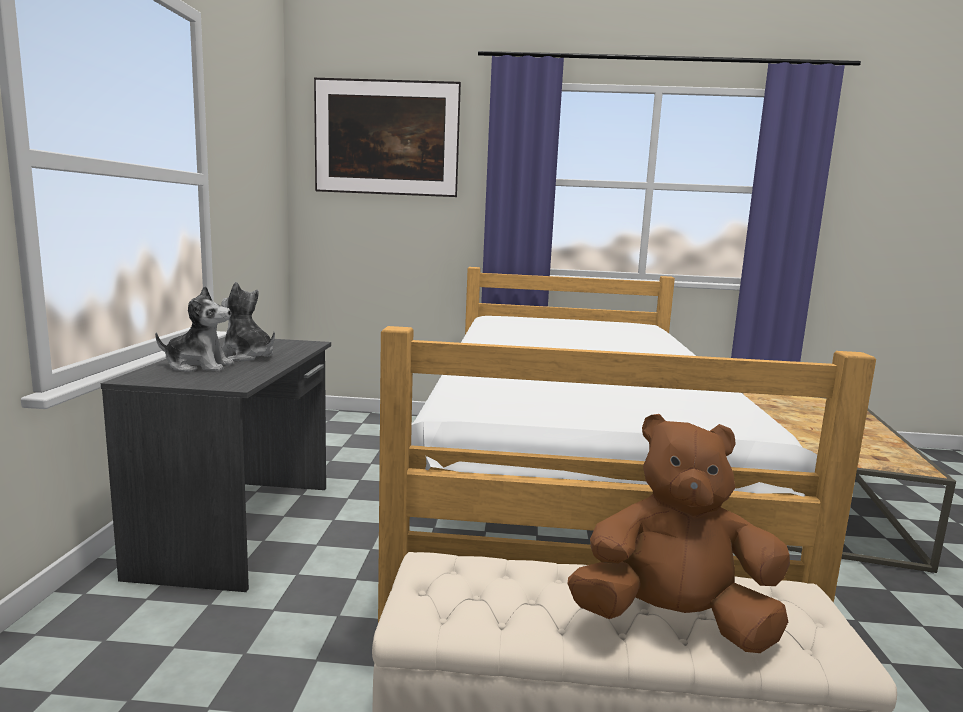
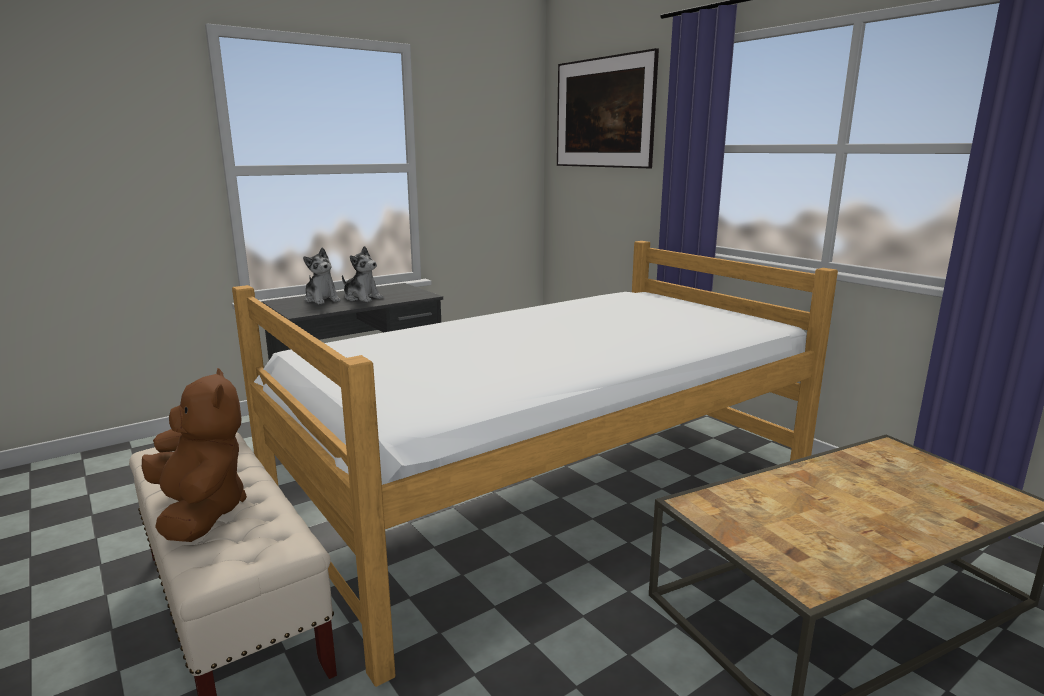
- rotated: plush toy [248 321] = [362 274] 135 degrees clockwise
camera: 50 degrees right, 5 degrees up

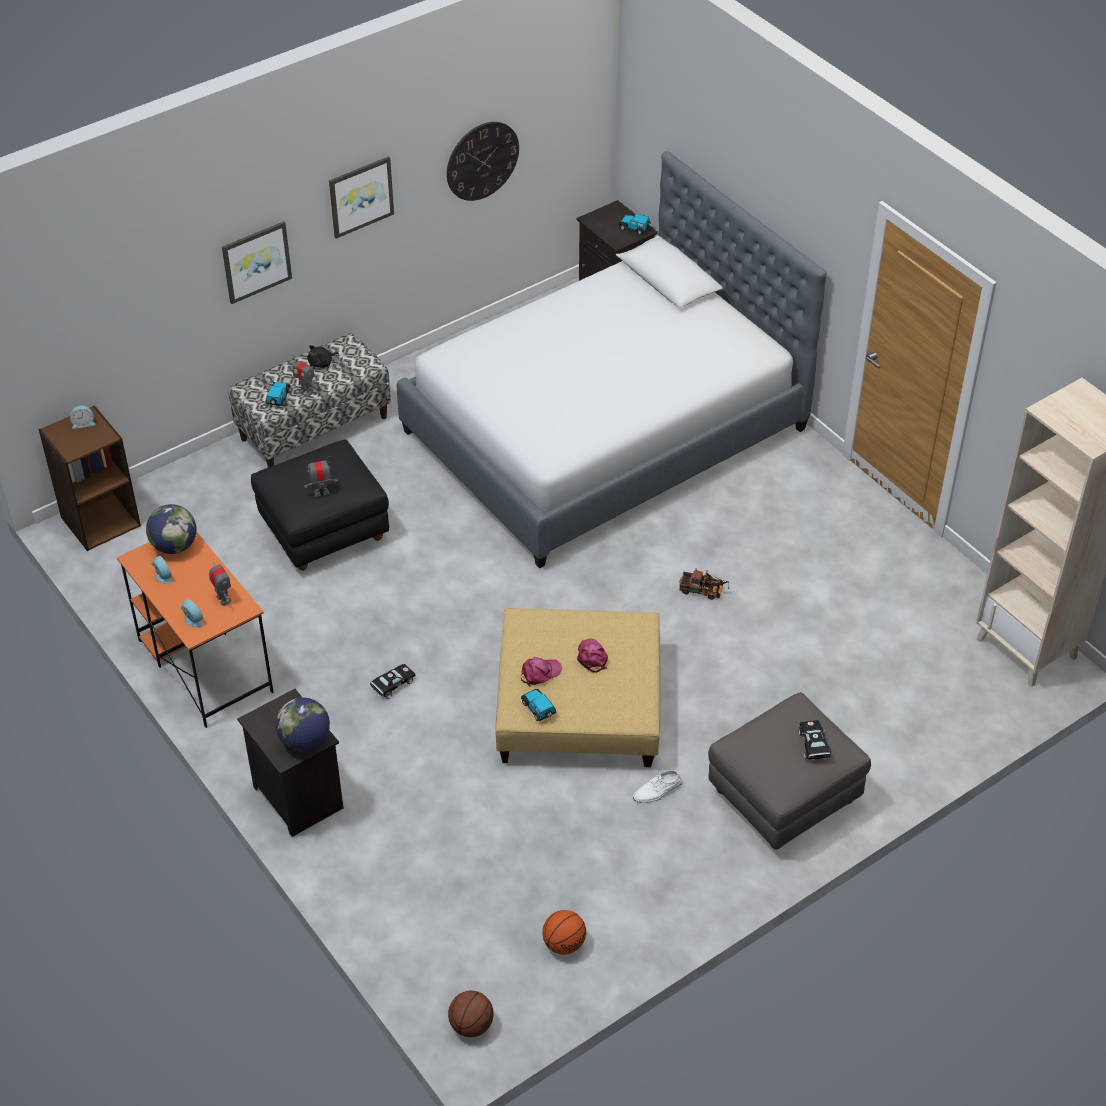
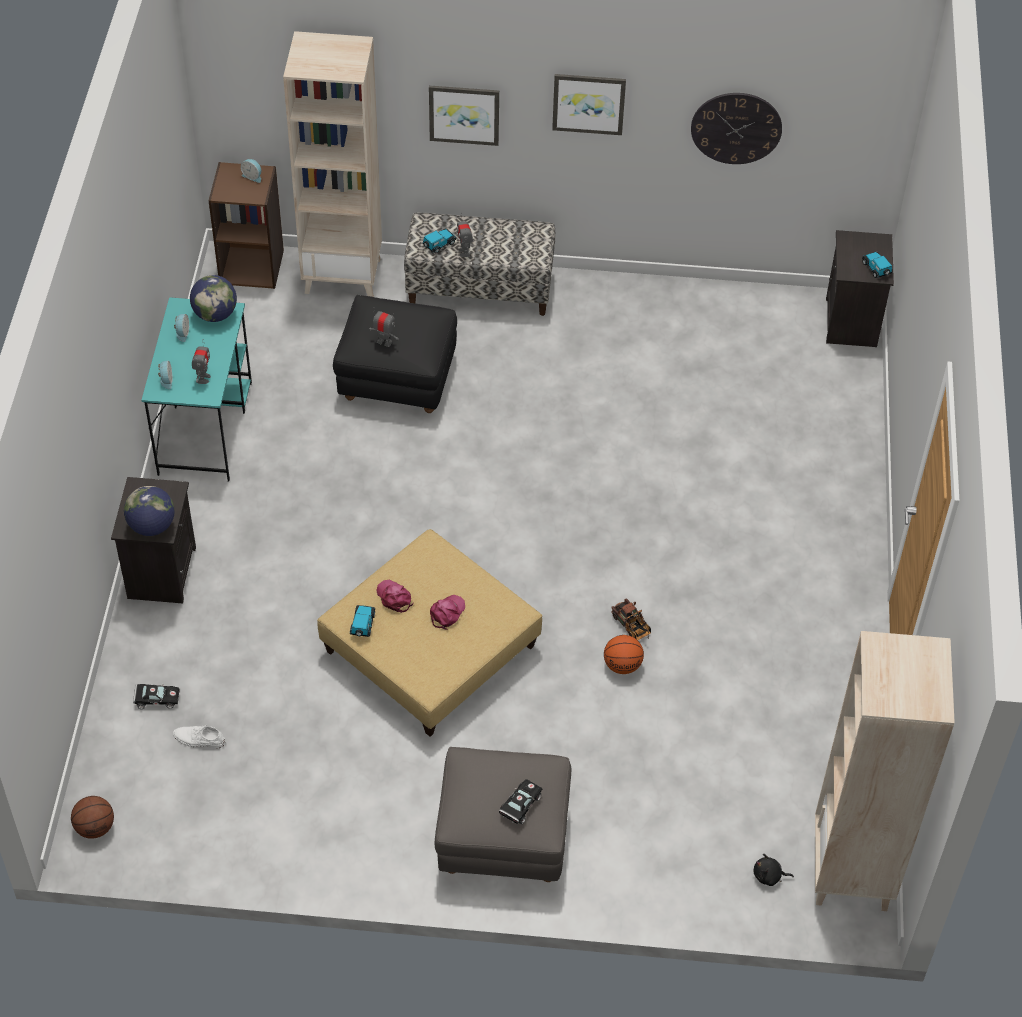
- gone: bed [612 359]
- new: beige bookcase [332 164]
- shifted: black plush toy [323 356] to [774 870]
- shifted: black toy car [392 681] to [156 696]
- shifted: basketball [564 932] to [624 654]
- shifted: white shoe [657 786] to [199 736]
- repainted: orange desk [195 629] to turquoise desk [196 389]
- rotated: pink cap [541 672] = [394 596] 135 degrees counterclockwise
camera: 40 degrees right, 5 degrees up

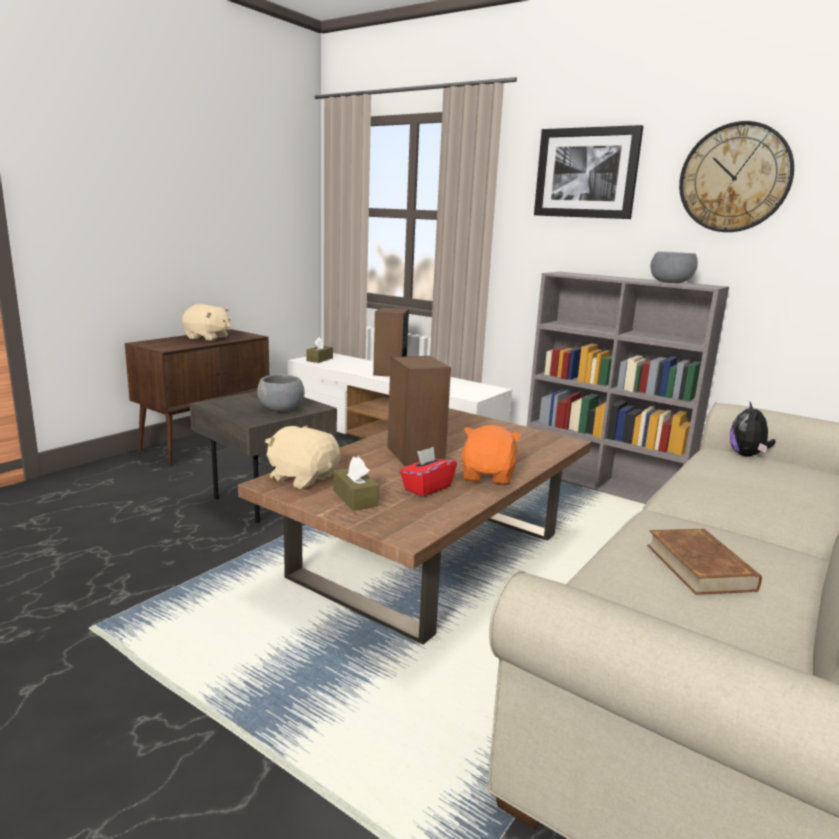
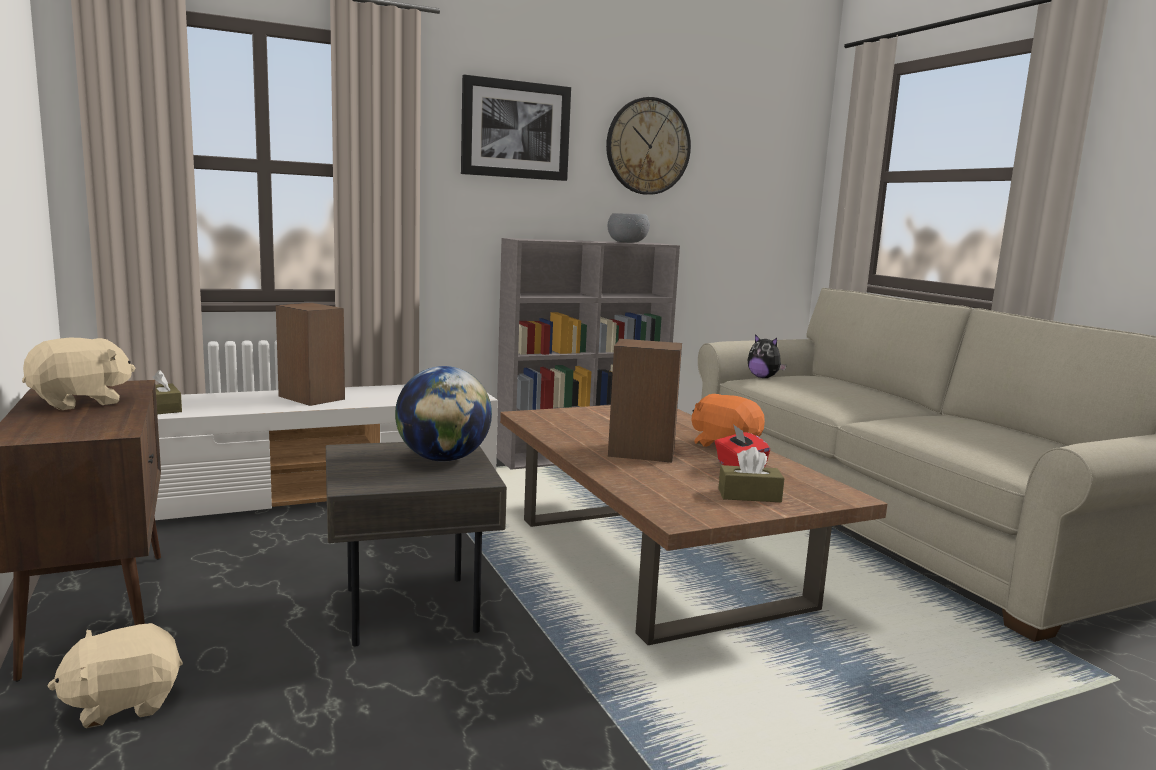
- gone: brown book [704 561]
- shifted: beige plush toy [302 457] to [115 675]
- swapped: grey bowl [281 392] to globe [443 414]
camera: 60 degrees left, 5 degrees down

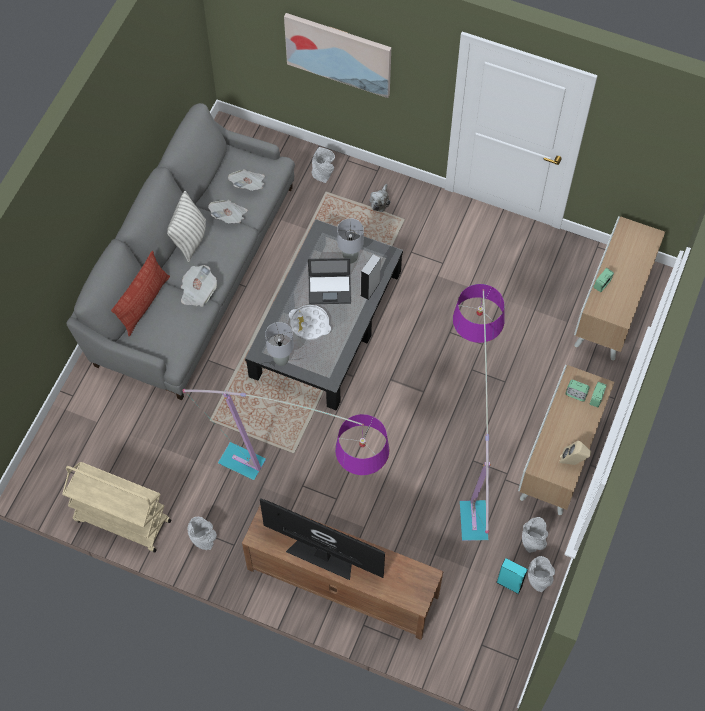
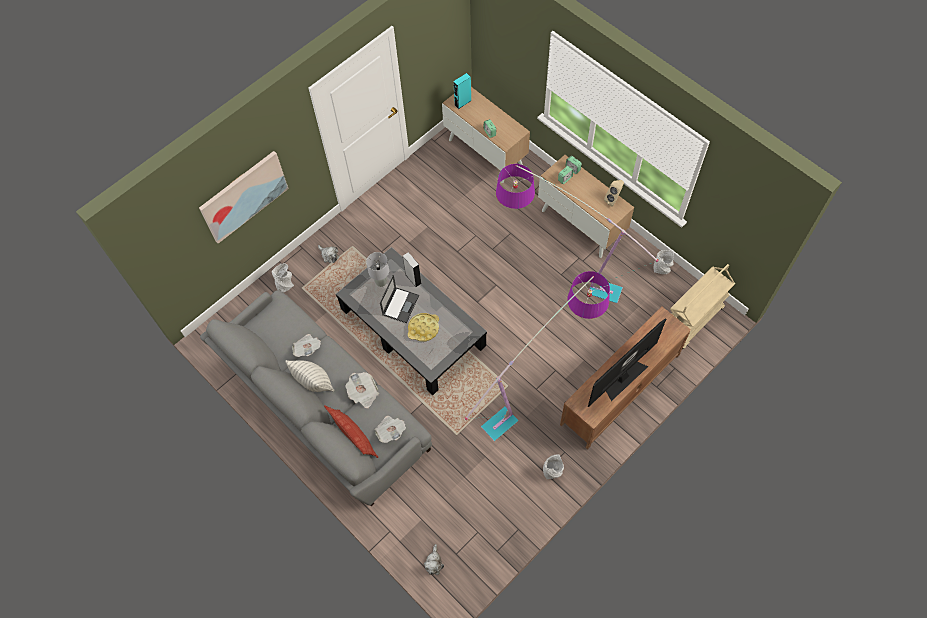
- gone: grey table lamp [279 344]
- gone: grey vase [535 535]
- new: plush toy [434 559]
- shifted: beige cart [116 507] to [702 306]
- shifted: newspaper [246 180] to [390 429]
- shifted: turquoise speaker [512 576] to [462 91]
- repainted: white tray [310 322] to yellow tray [423 327]
camera: 65 degrees left, 0 degrees up

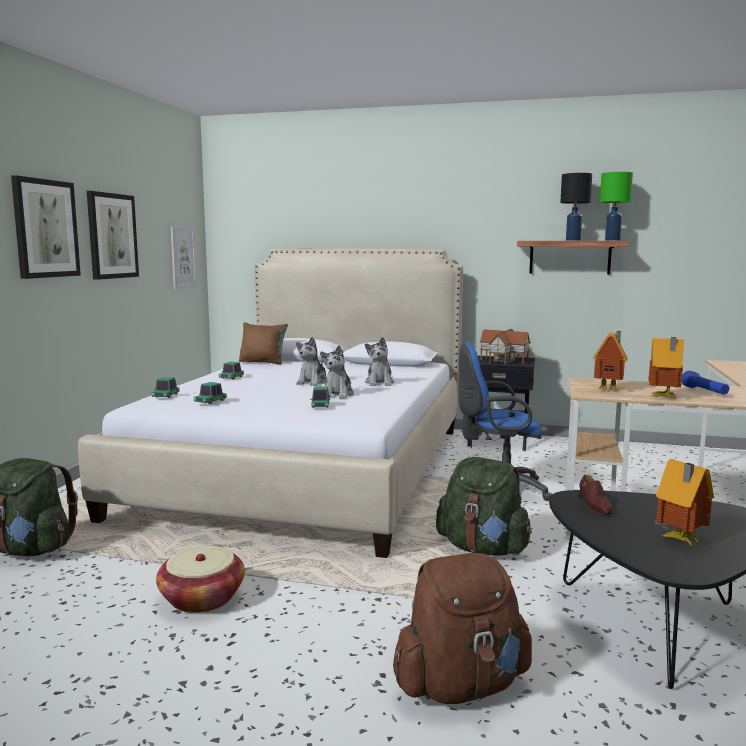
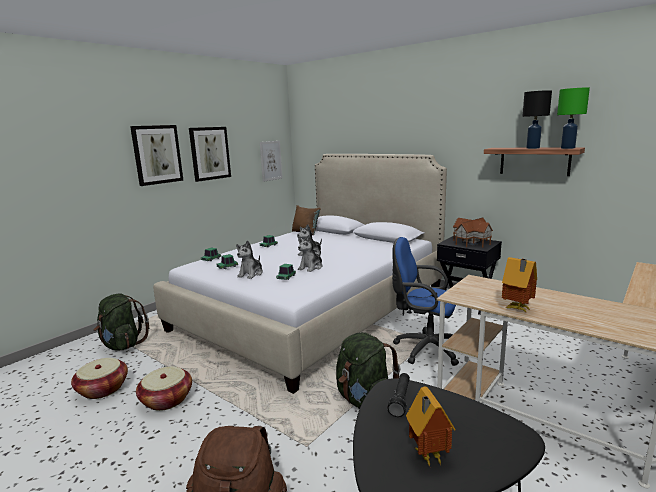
- gone: toy house [610 360]
- gone: blue flashlight [705 383]
- new: basket [99 378]
- shifted: plush toy [379 361] to [249 259]
- swapped: brown shoe [595 495] to black flashlight [398 395]
camera: 25 degrees right, 5 degrees up

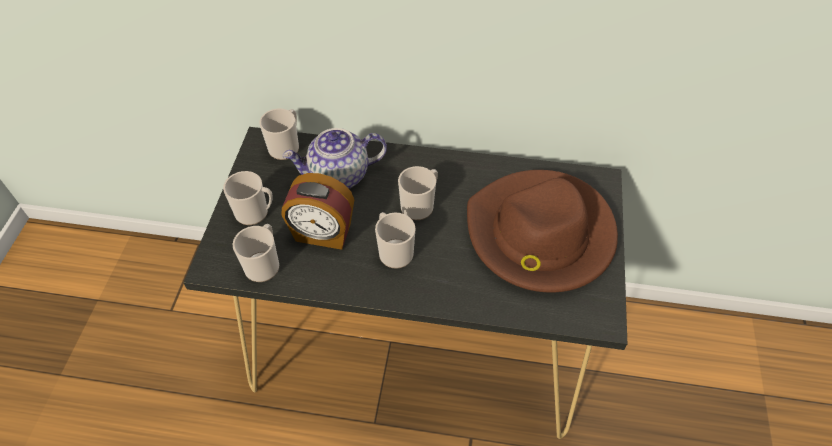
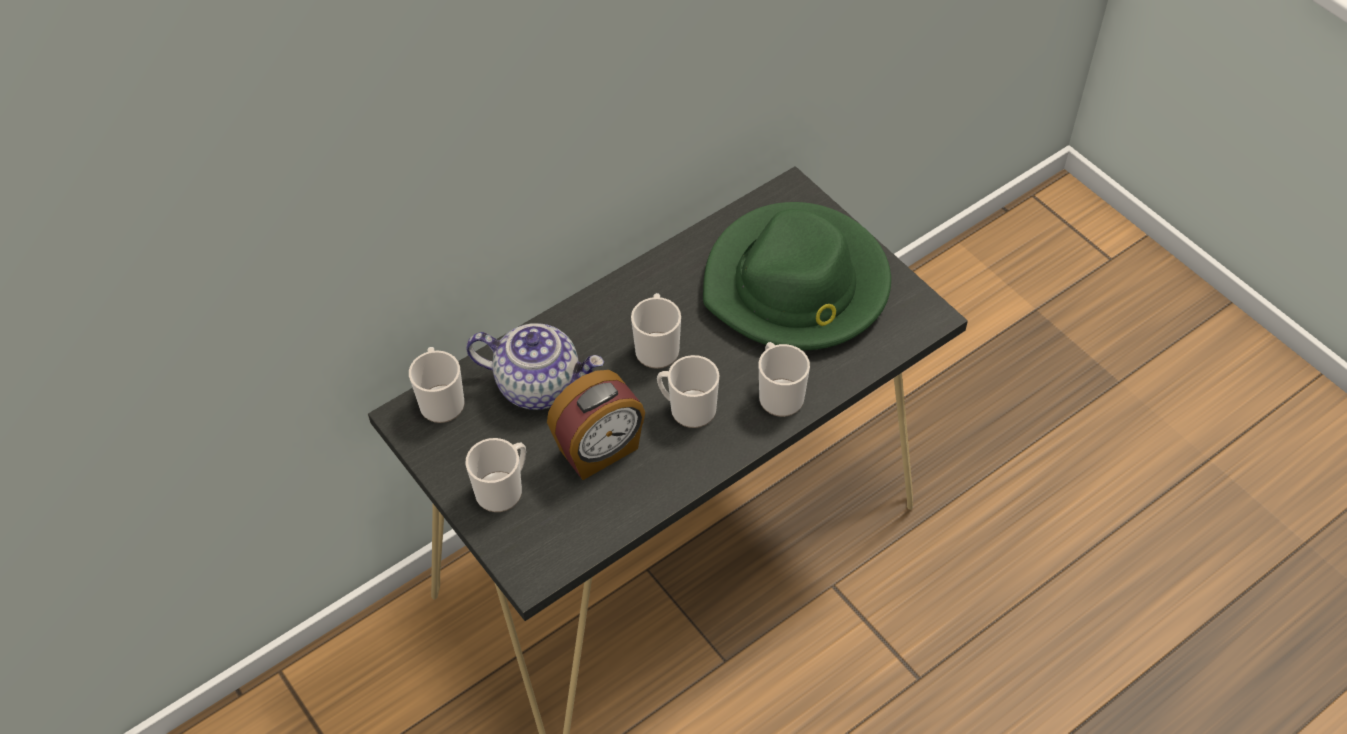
- shifted: mug [256 253] to [784 379]
- repainted: brown hat [542 231] to green hat [797 276]
- rotated: teapot [335 158] = [535 366] 105 degrees counterclockwise
camera: 45 degrees left, 0 degrees up

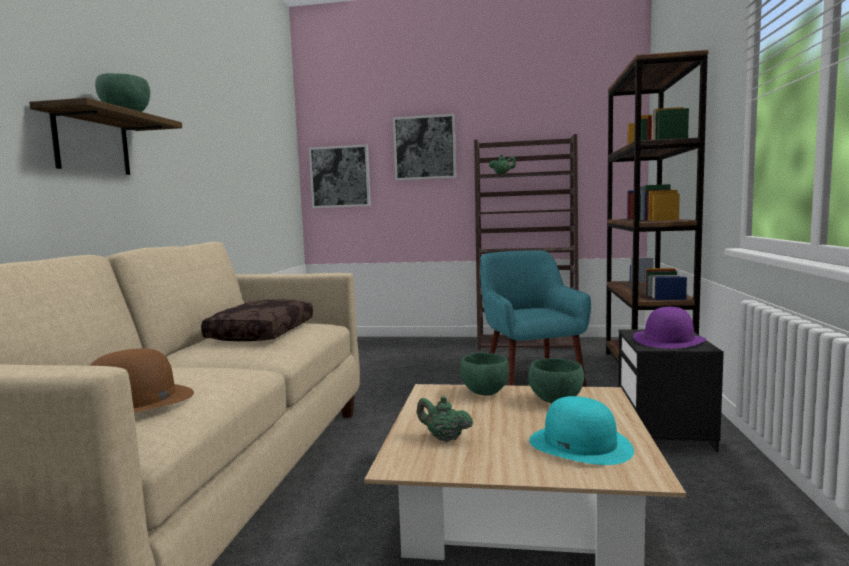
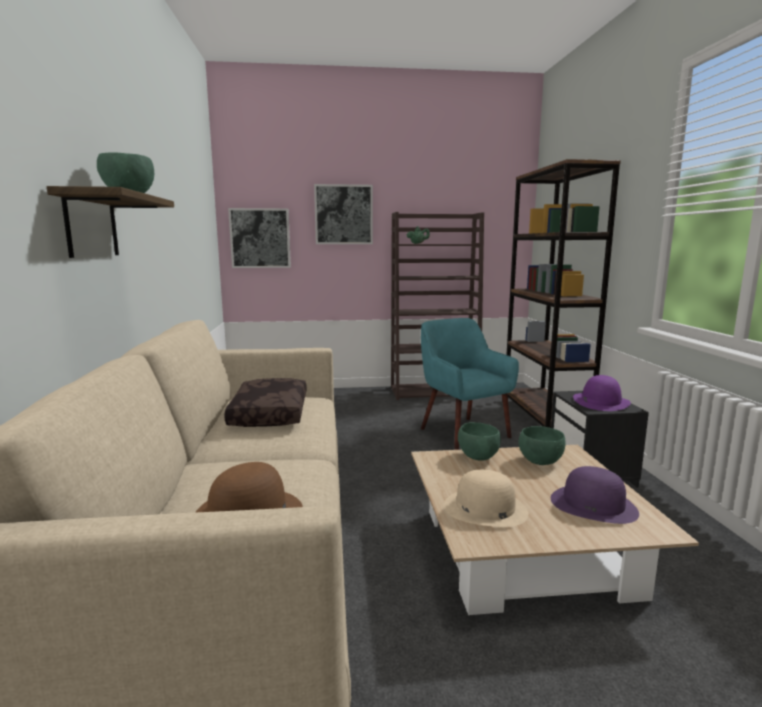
- swapped: green teapot [445 419] to beige hat [486 498]
- repainted: turquoise hat [581 430] to purple hat [595 495]
camera: 15 degrees left, 5 degrees up

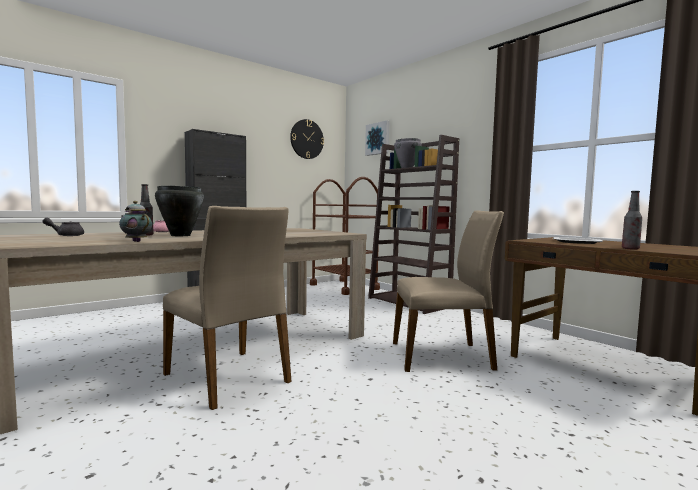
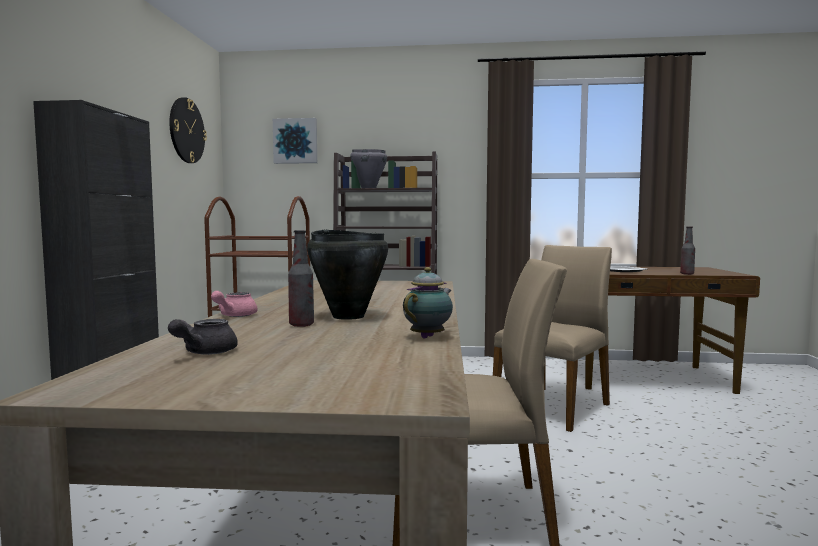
- rotated: teapot [135 221] = [428 303] 135 degrees clockwise
camera: 45 degrees left, 0 degrees up

